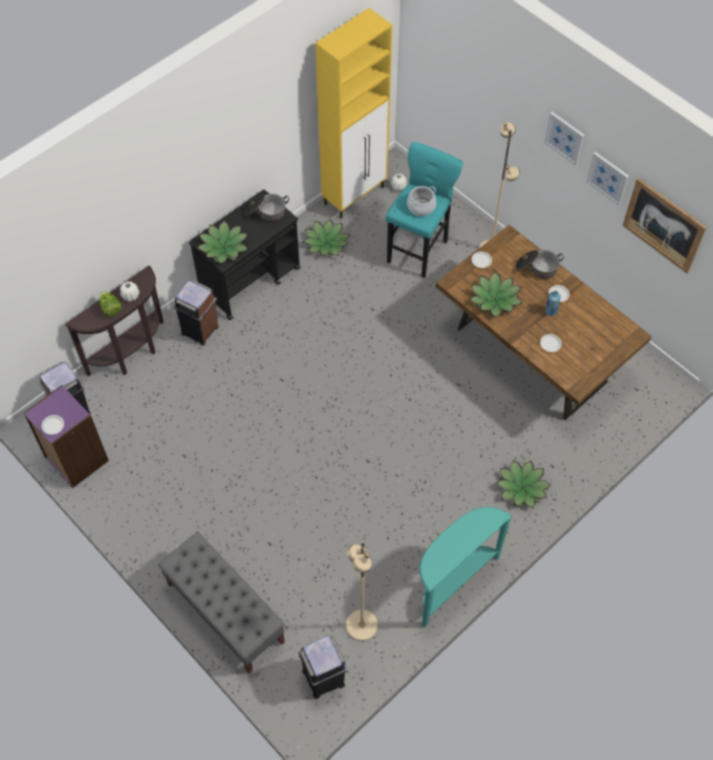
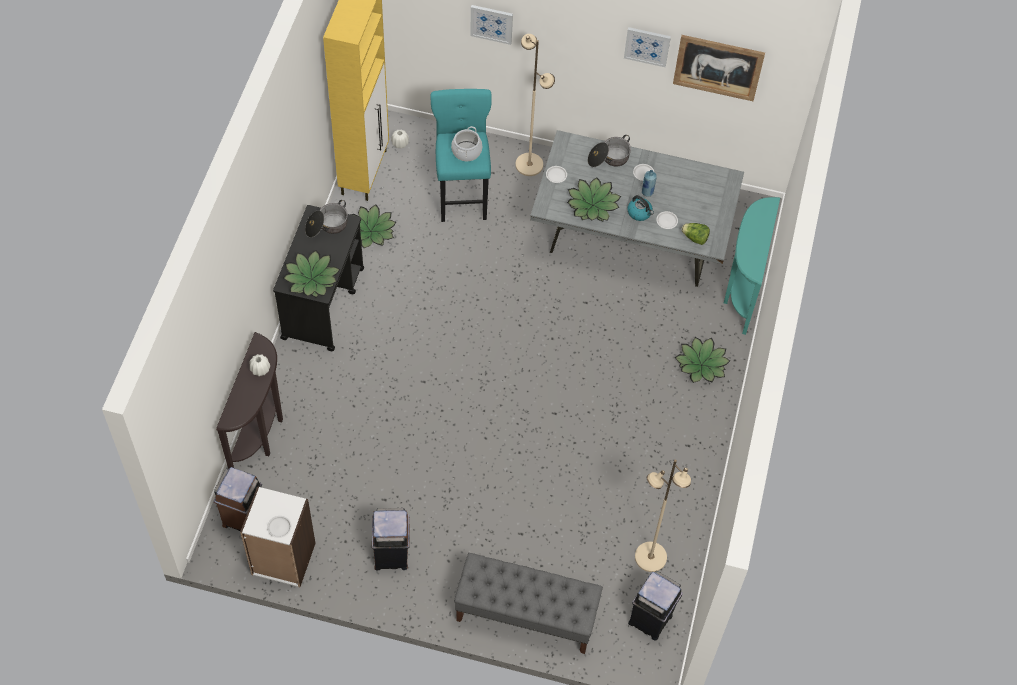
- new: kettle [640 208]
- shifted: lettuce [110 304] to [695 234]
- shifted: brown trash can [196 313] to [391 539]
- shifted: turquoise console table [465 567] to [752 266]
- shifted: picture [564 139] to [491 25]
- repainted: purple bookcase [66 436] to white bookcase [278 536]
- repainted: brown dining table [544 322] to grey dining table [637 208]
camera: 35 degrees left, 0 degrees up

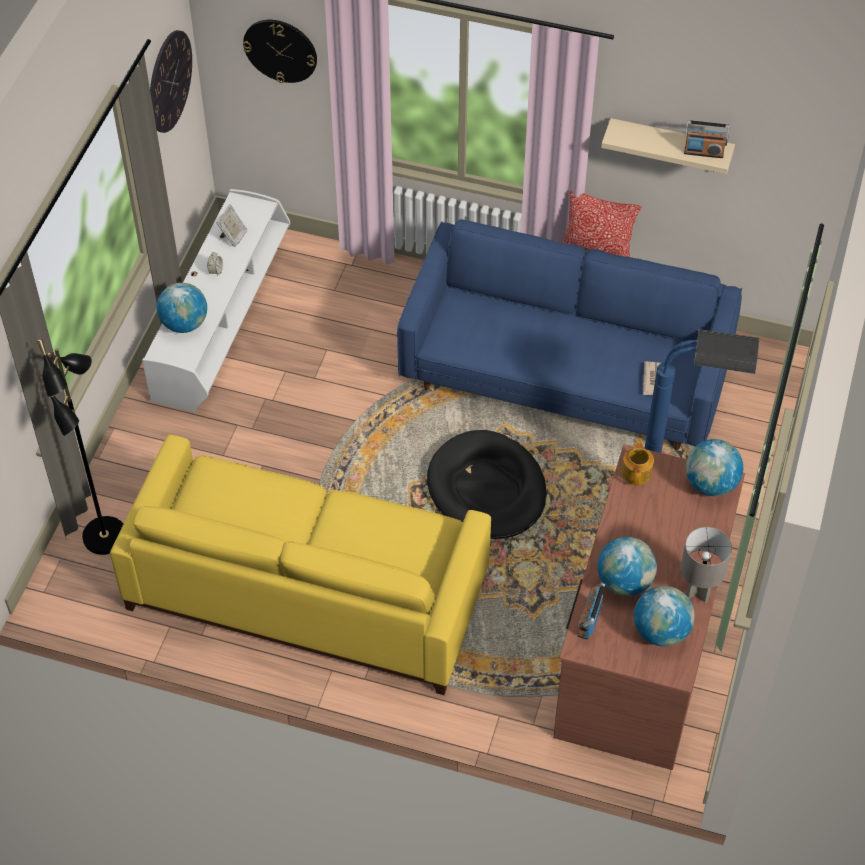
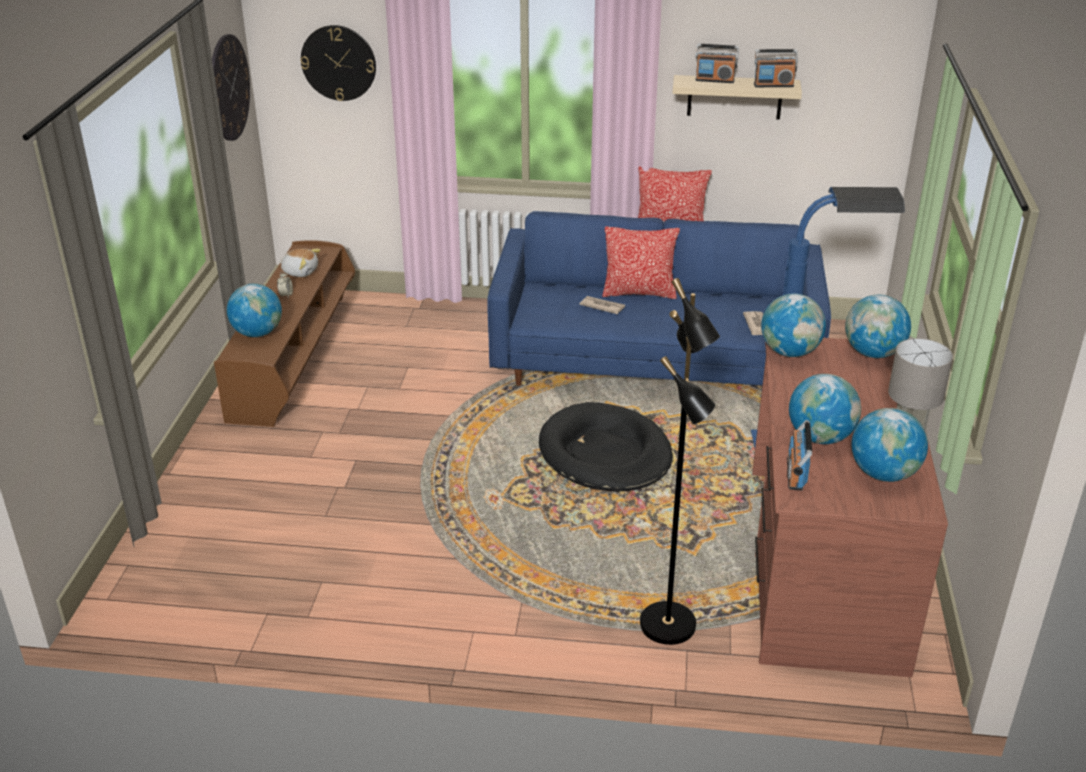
- gone: yellow sofa [300 565]
- new: newspaper [602 305]
- new: pillow [641 262]
- new: radio [717 63]
- shifted: black floor lamp [80 447] to [680 461]
- swapped: picture frame [231 225] to plush toy [299 262]
- swapped: teapot [637 461] to globe [793 325]
- repainted: white tv stand [216 301] to brown tv stand [284 333]
camera: 10 degrees left, 20 degrees down

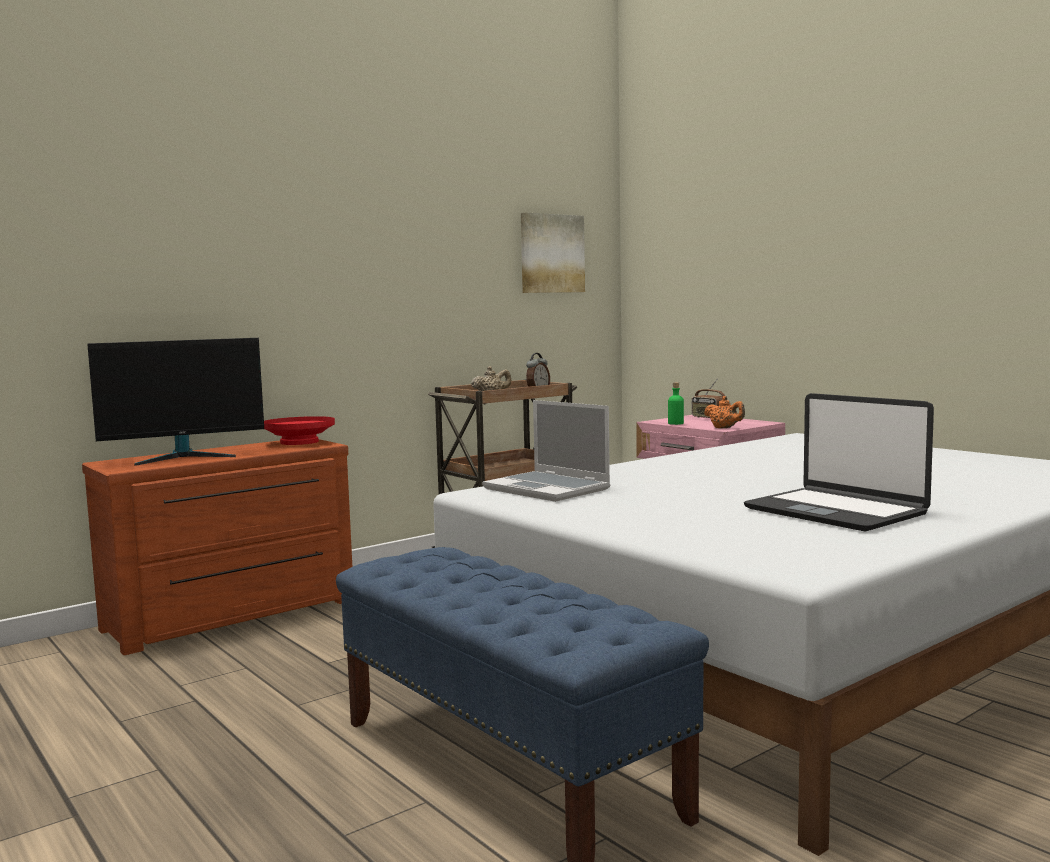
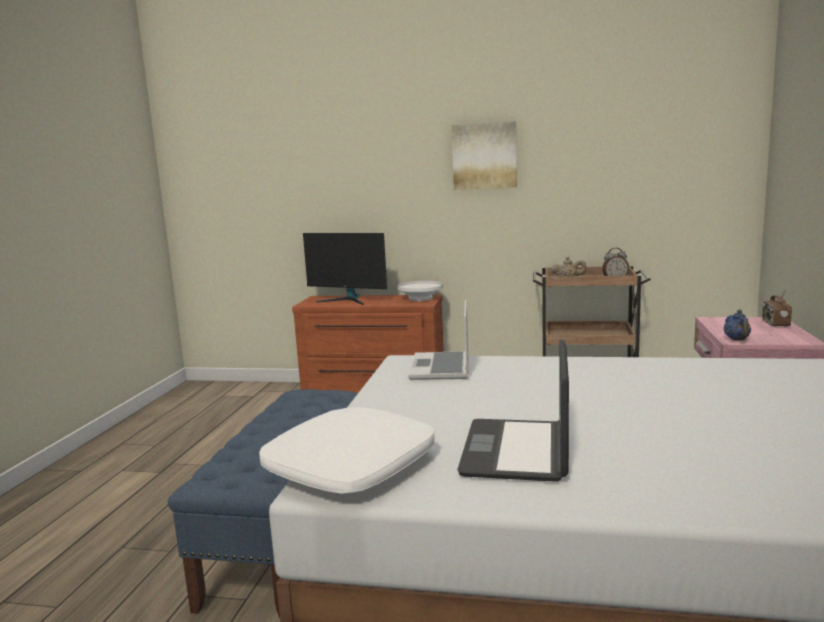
- gone: green bottle [676 403]
- new: white pillow [347 450]
- shifted: picture [553 252] to [484 155]
- repainted: red bowl [299 430] to white bowl [420 291]
- repainted: orange teapot [724 412] to blue teapot [737 325]
camera: 50 degrees right, 5 degrees up

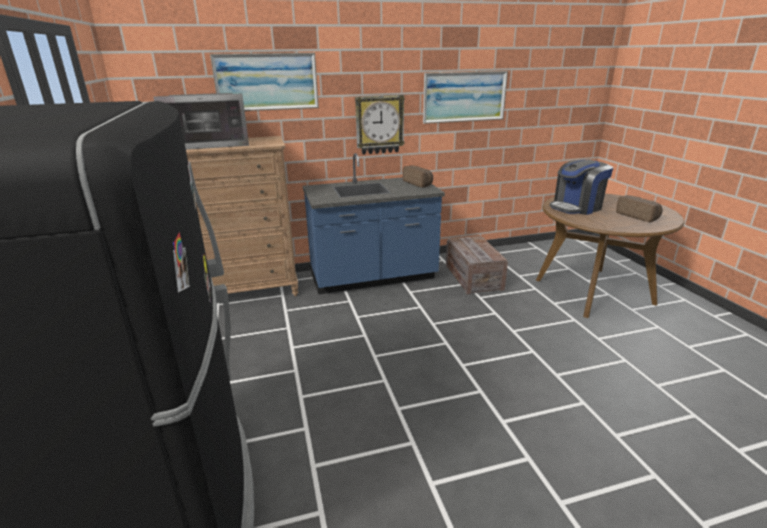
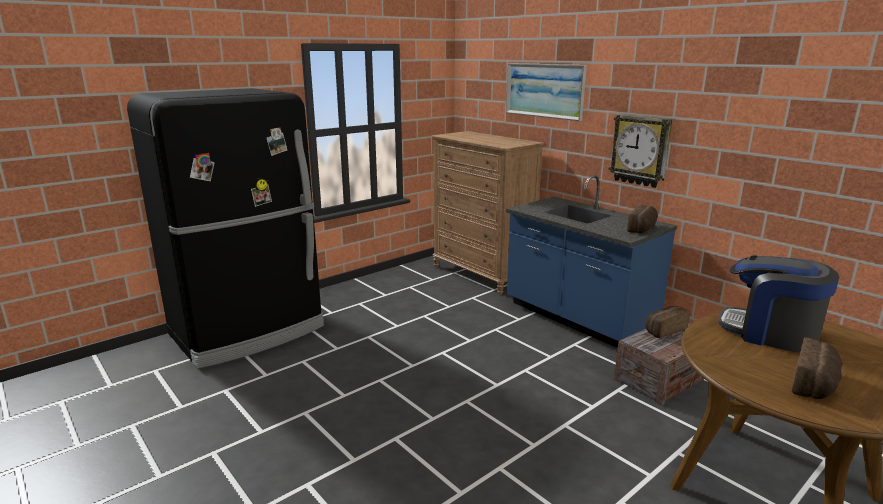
- gone: microwave [201 121]
- gone: picture [465 97]
- new: bread [667 322]
camera: 65 degrees right, 5 degrees down

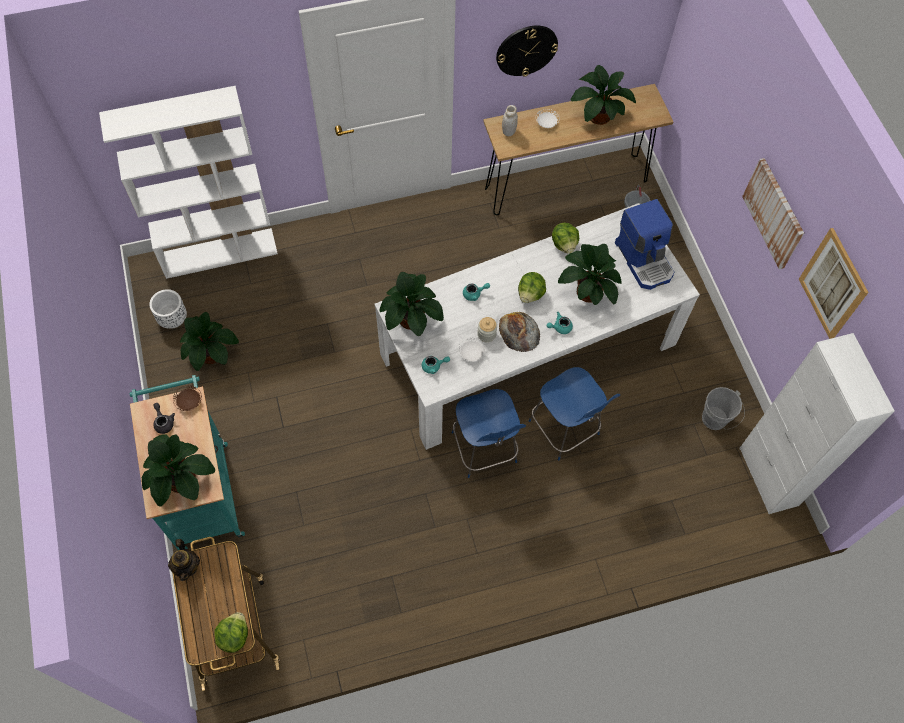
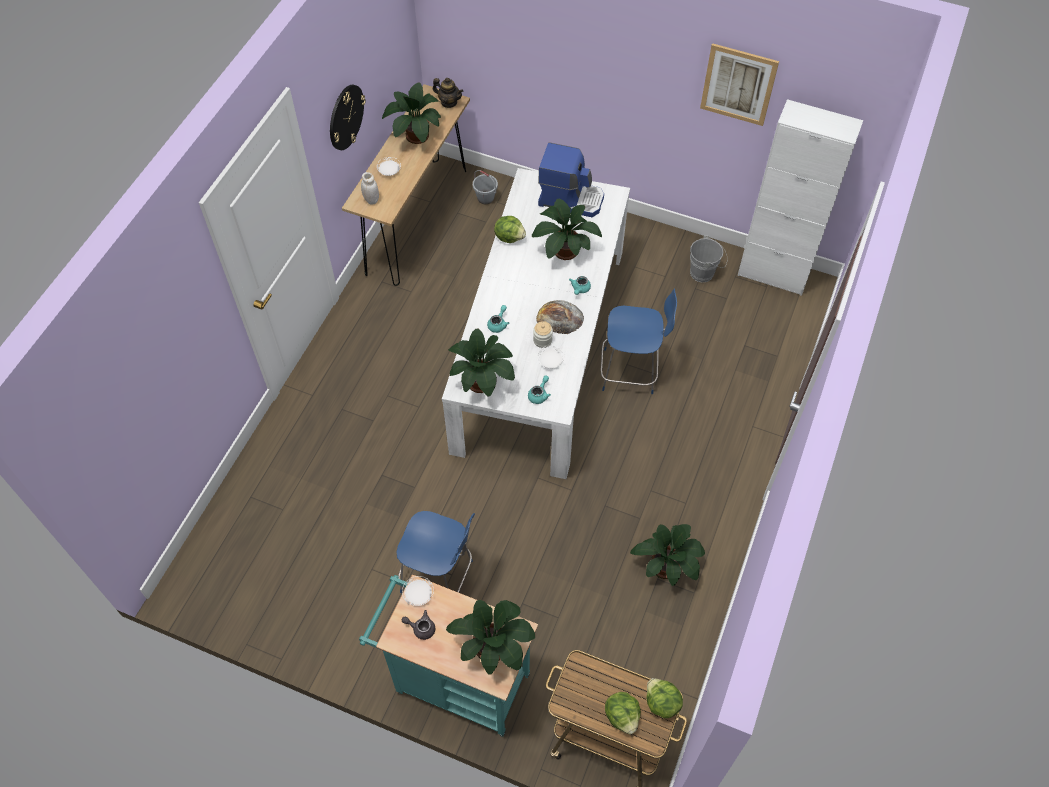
- gone: white bookcase [188 182]
- gone: white planter [168 309]
- gone: picture [773 213]
- shifted: teapot [184 560] to [448 93]
- shifted: potted plant [209 341] to [667 555]
- shifted: blue chair [488 433] to [435 552]
- shifted: lettuce [532 287] to [623 713]
- repainted: brown plate [187 398] to white plate [418 591]
camera: 50 degrees left, 5 degrees down

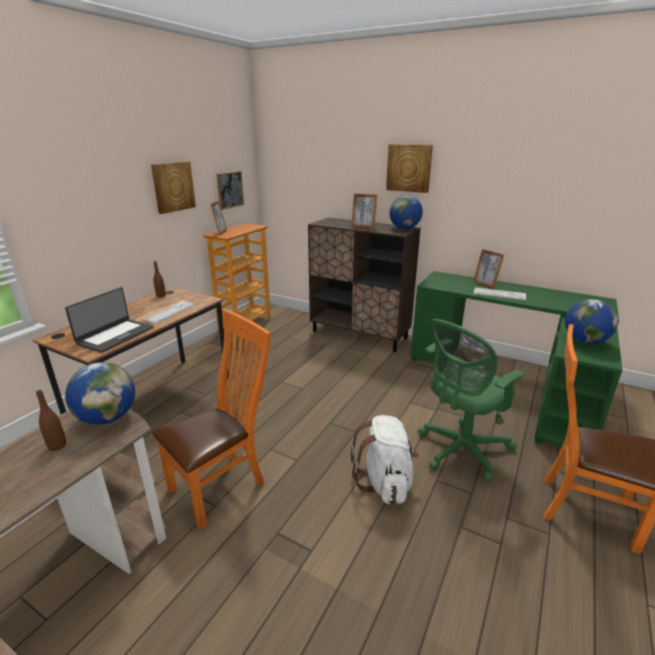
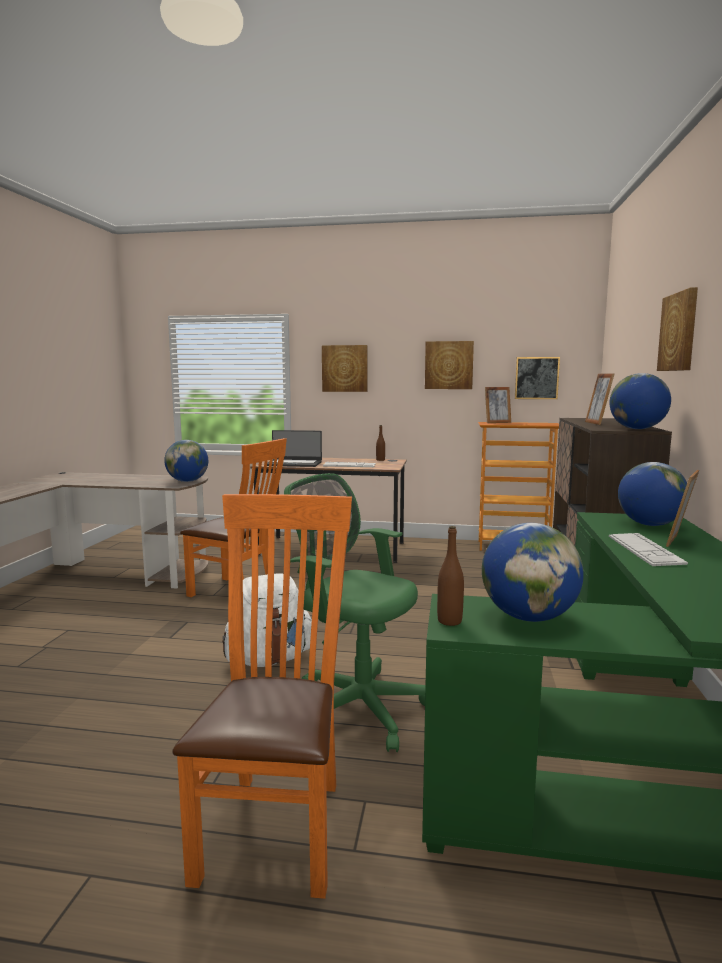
- new: picture [345 368]
- new: globe [652 494]
- shifted: brown bottle [51 420] to [450 576]
camera: 70 degrees right, 15 degrees down

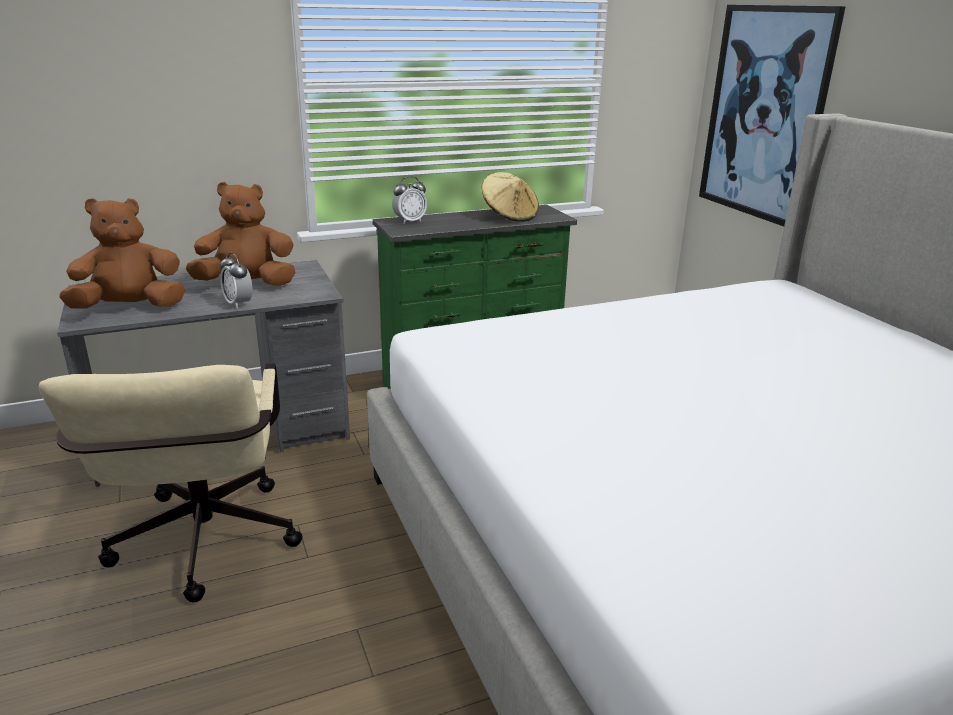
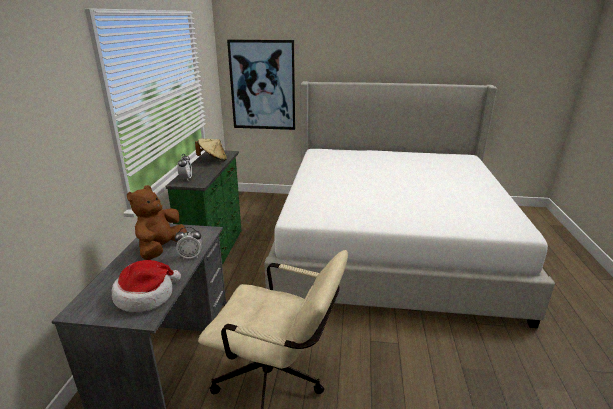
- swapped: brown plush toy [122 253] to hat [146 286]
camera: 60 degrees left, 0 degrees up

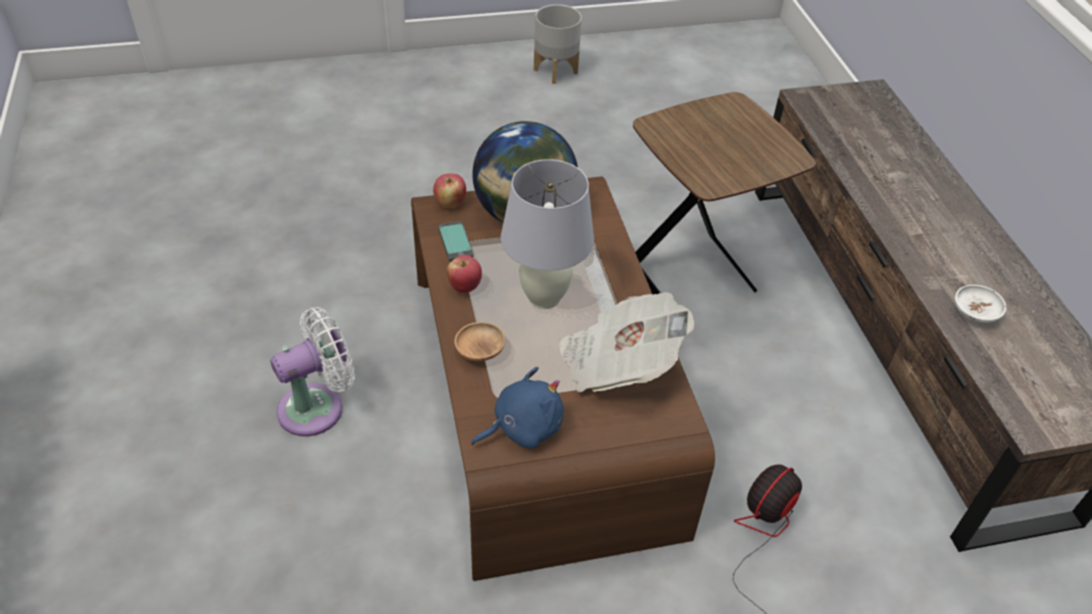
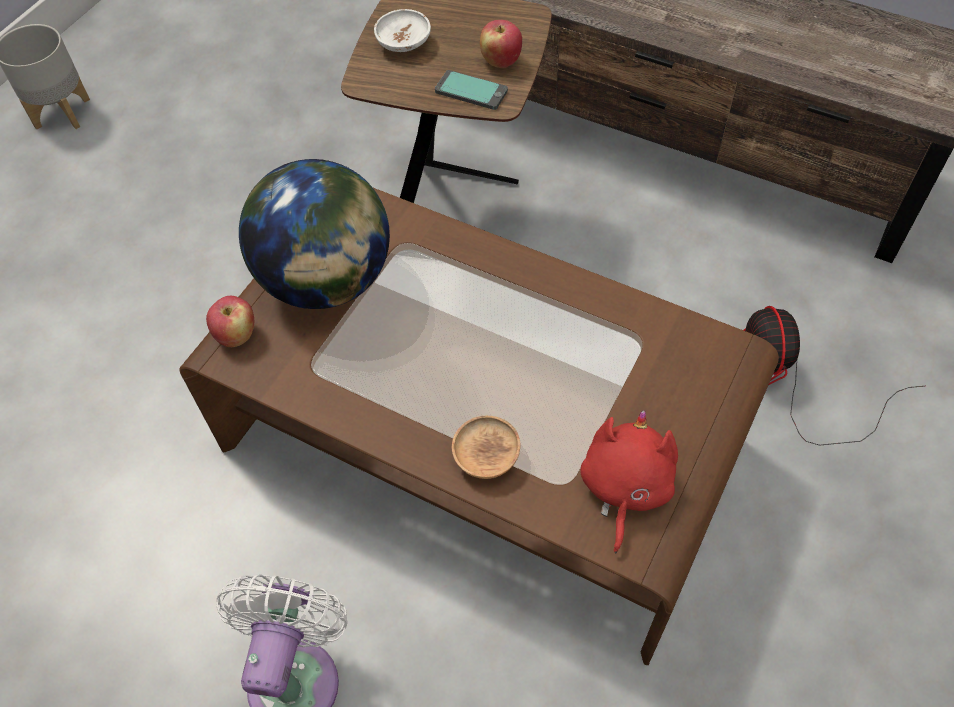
- gone: white table lamp [547 234]
- gone: newspaper [626 342]
- shifted: phone [455 241] to [471 90]
- shifted: apple [464 274] to [501 44]
- shifted: white bowl [980 304] to [402 30]
- repainted: blue plush toy [517 408] to red plush toy [629 481]
camera: 45 degrees left, 10 degrees up

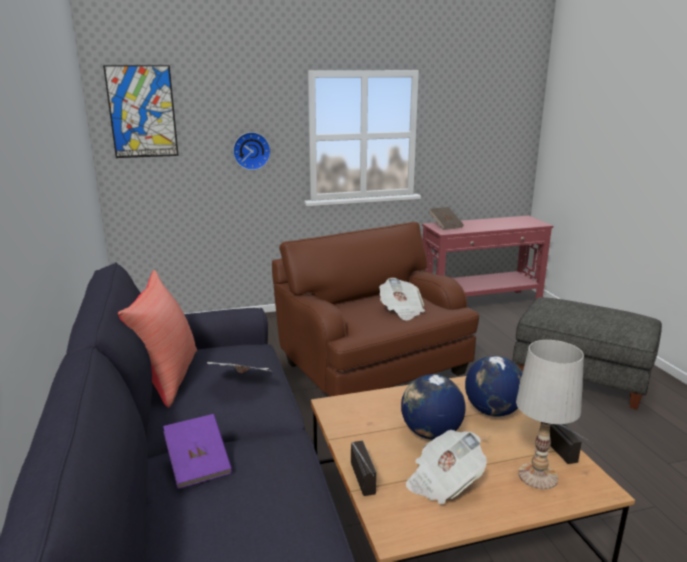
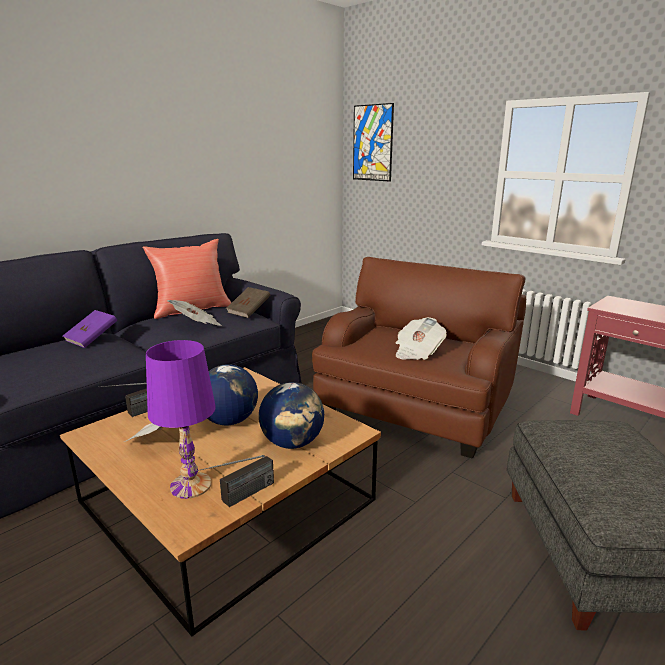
- gone: wall clock [252 151]
- shifted: brown book [446 218] to [248 302]
- repainted: white table lamp [550 414] to purple table lamp [181 419]
camera: 60 degrees right, 0 degrees up

